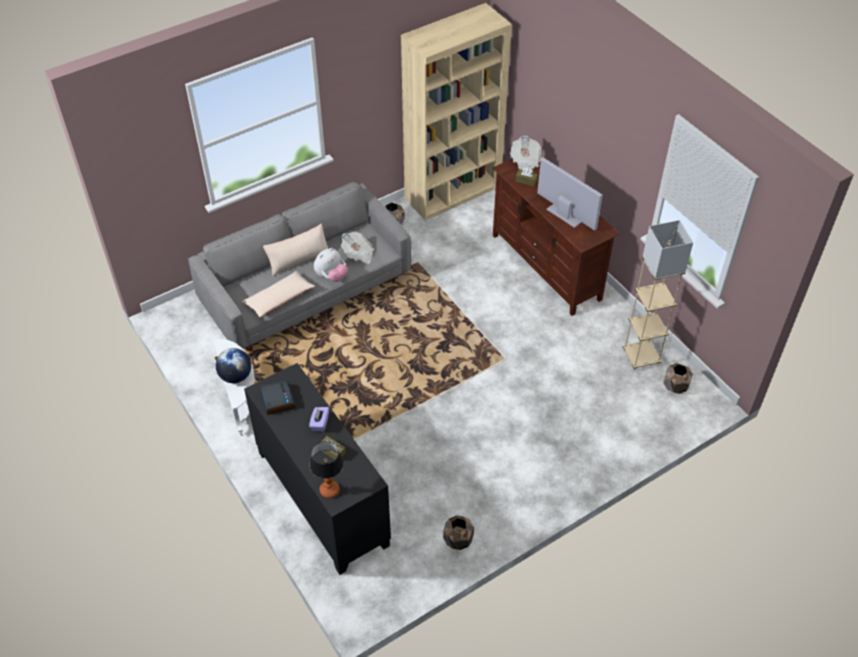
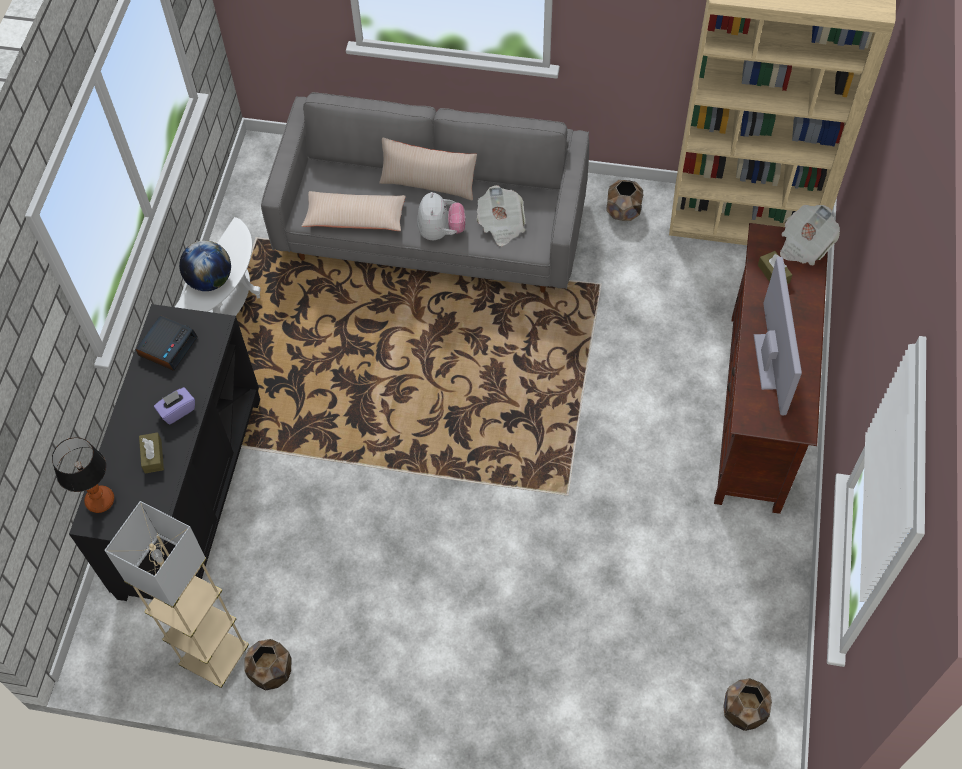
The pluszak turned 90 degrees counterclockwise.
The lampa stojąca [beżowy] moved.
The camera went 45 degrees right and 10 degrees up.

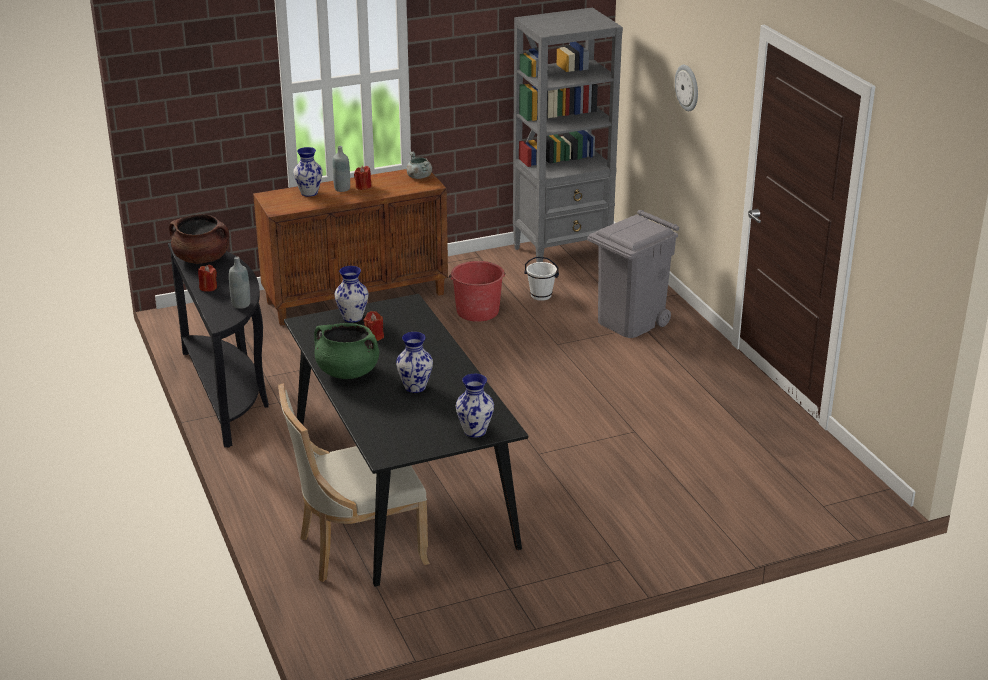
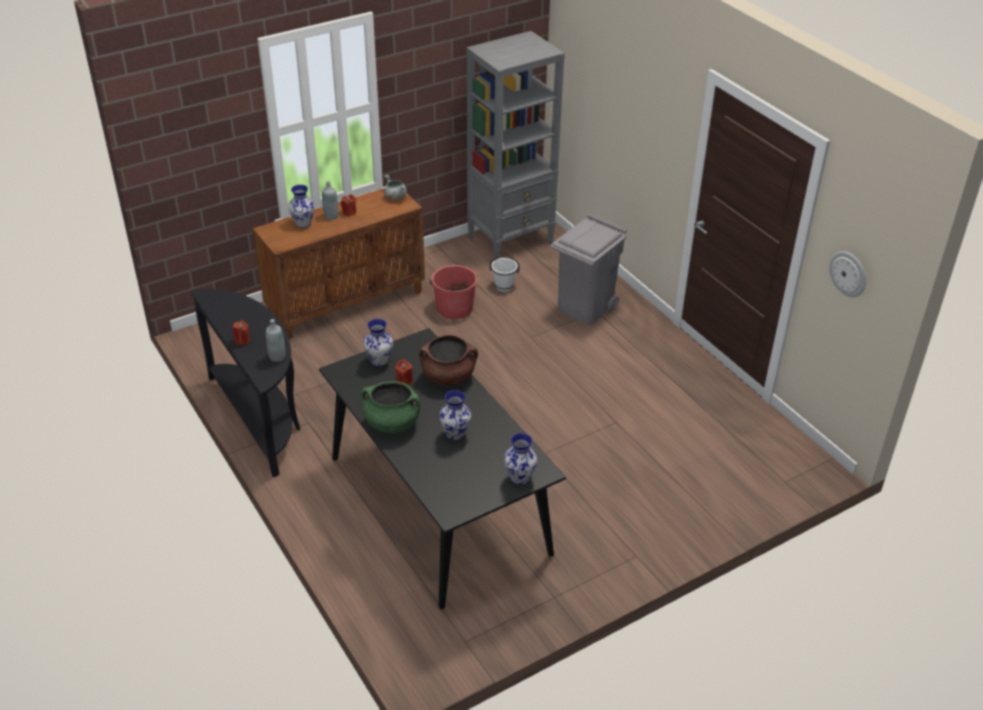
The garnek [brązowy] moved.
The krzesło [beżowy] disappeared.
The zegar ścienny moved.
The camera went 10 degrees left and 10 degrees up.

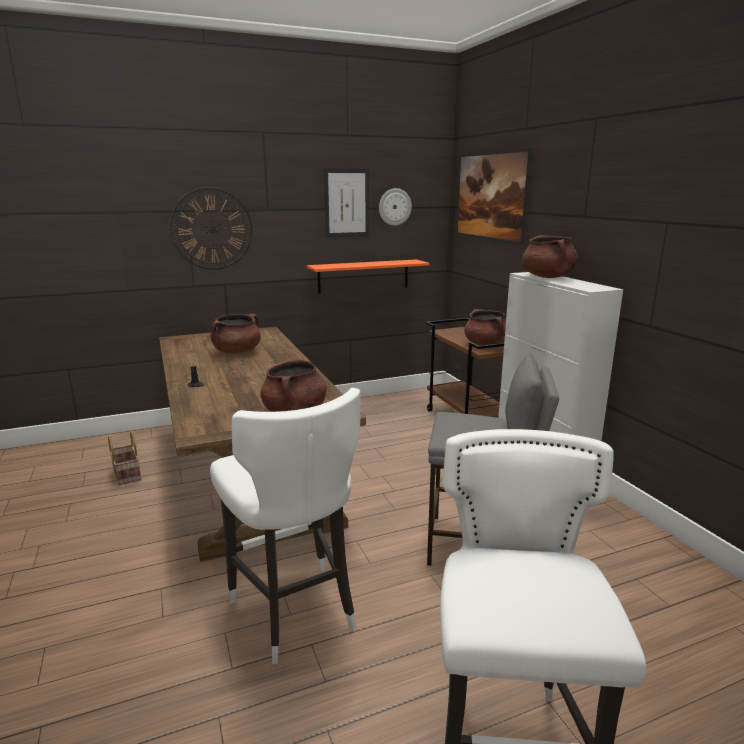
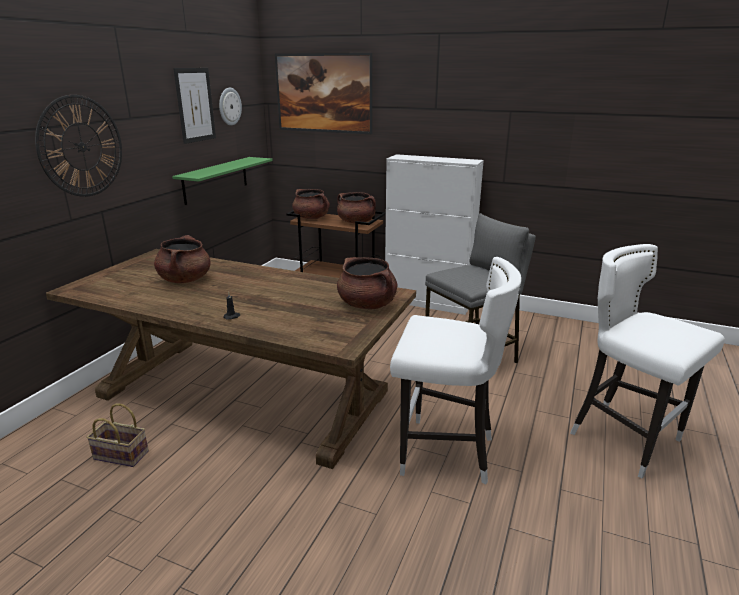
The półka [pomarańczowy] became the półka [zielony].
The garnek [brązowy] (4th from left in the first image) moved.
The camera went 45 degrees left and 5 degrees up.

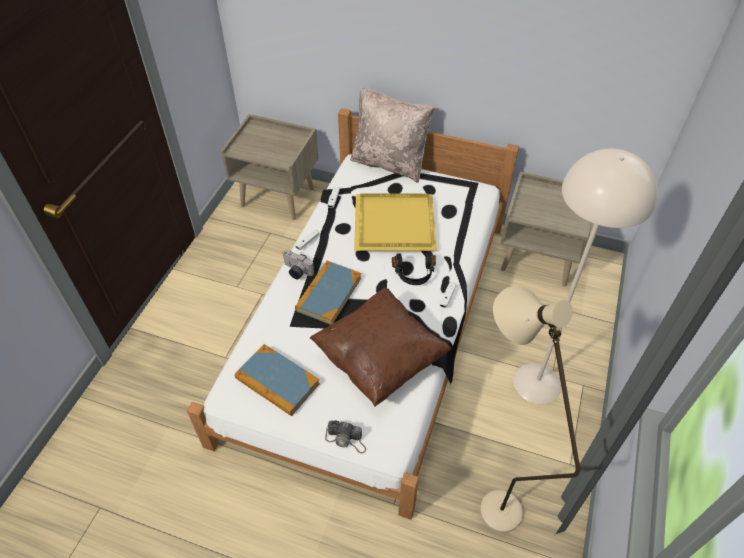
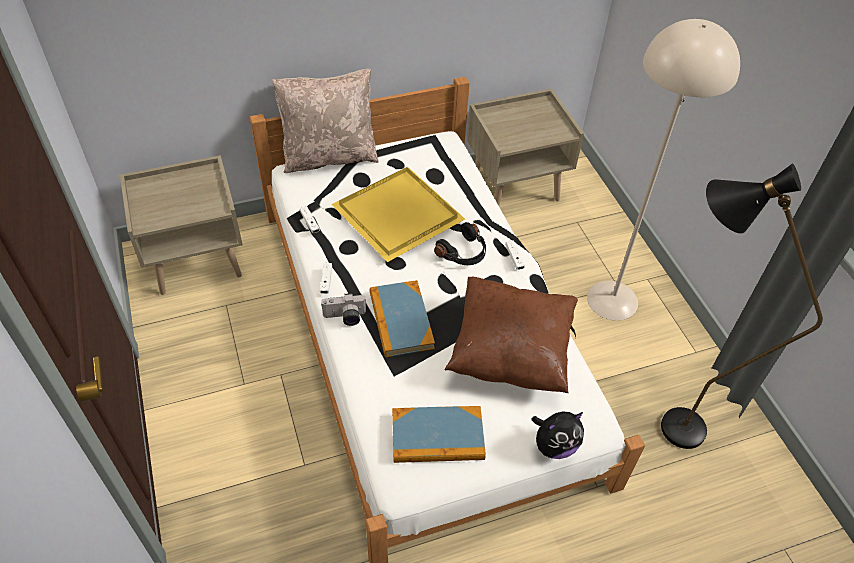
The aparat fotograficzny (2nd from left) was replaced by the pluszak.
The lampa stojąca [beżowy] (1st from left) became the lampa stojąca [czarny].
The camera went 40 degrees left and 0 degrees up.

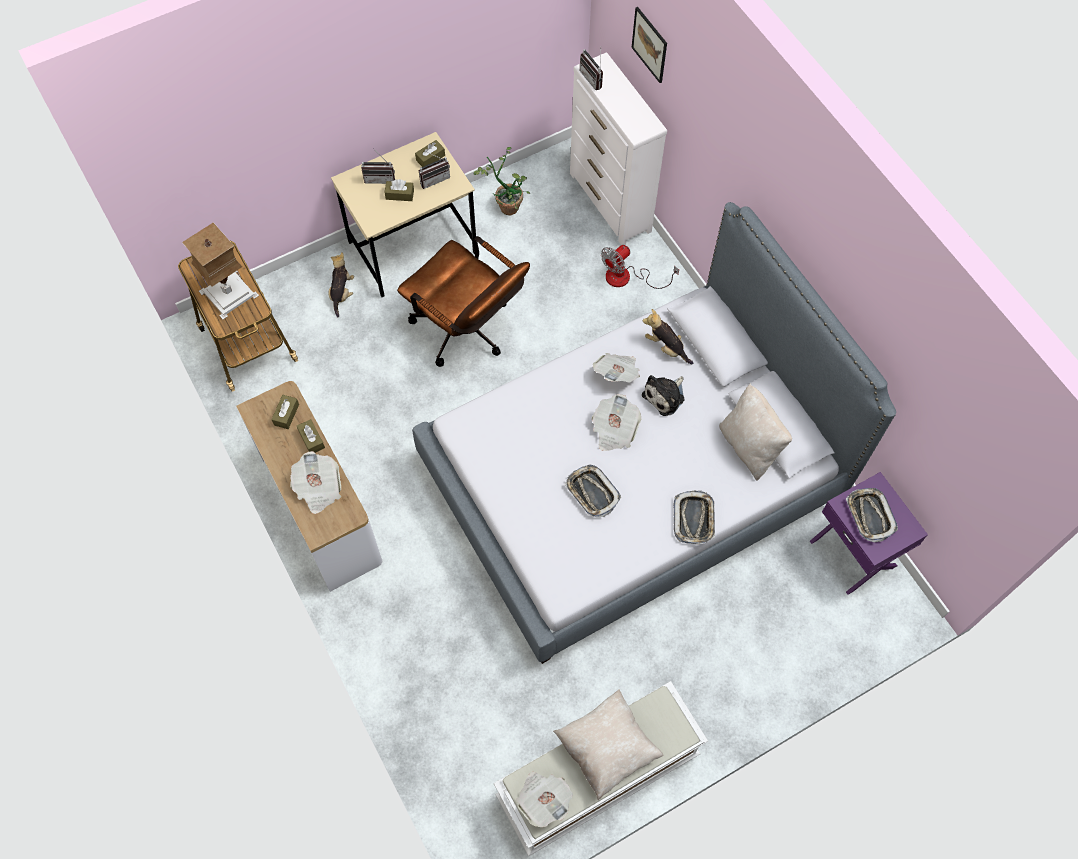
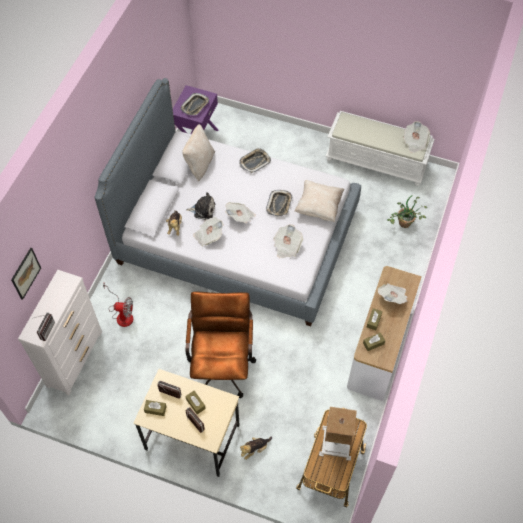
The roślina doniczkowa moved.
The poduszka [beżowy] (1st from left in the first image) moved.
The gazeta (3rd from left) appeared.
The camera went 130 degrees left and 5 degrees down.

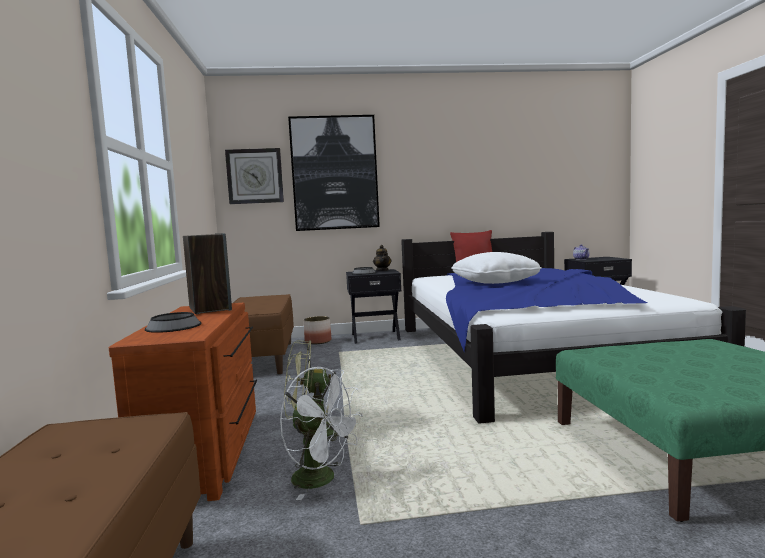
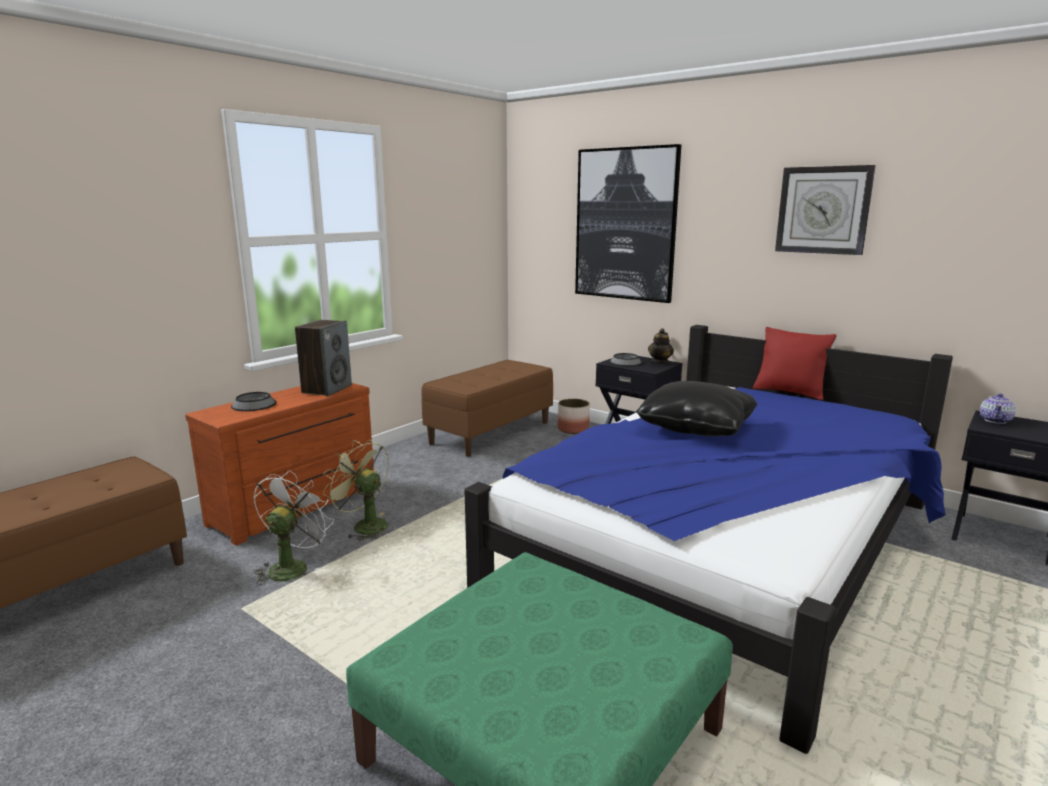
The zegar ścienny moved.
The wentylator [biały] turned 150 degrees counterclockwise.
The poduszka [biały] became the poduszka [czarny].
The camera went 45 degrees right and 10 degrees up.

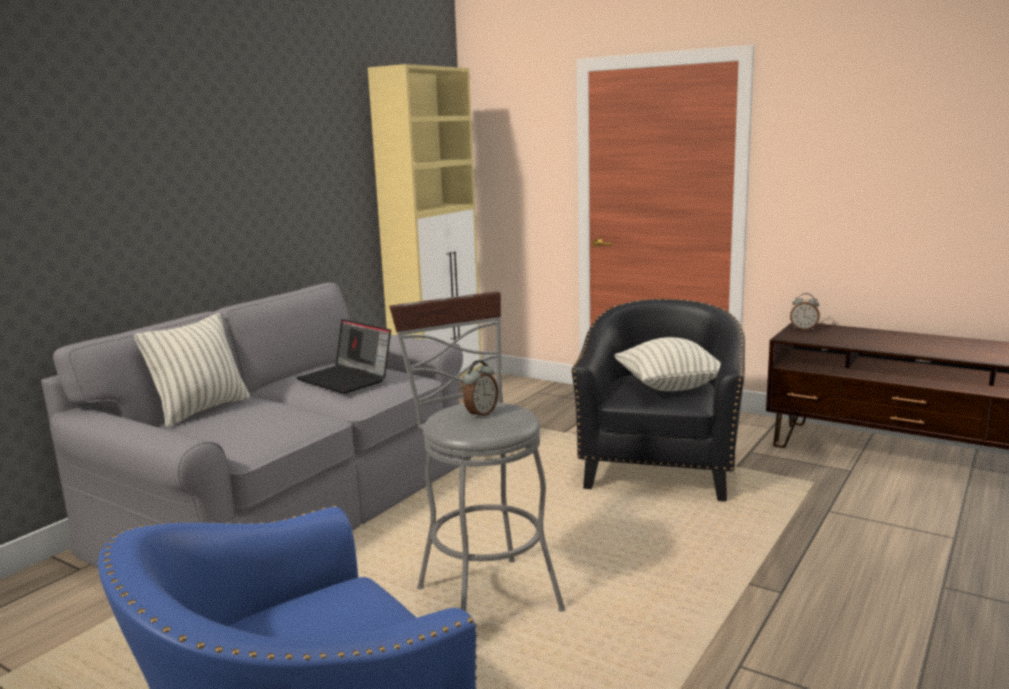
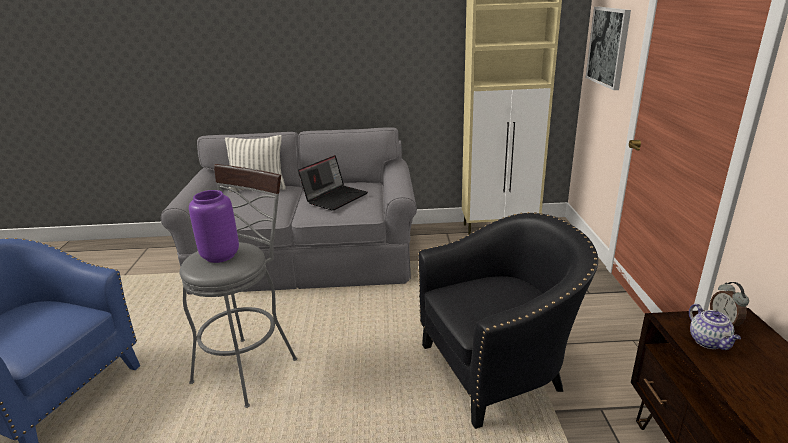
The laptop turned 150 degrees counterclockwise.
The budzik (1st from left) was replaced by the wazon [fioletowy].
The poduszka (2nd from left) disappeared.
The obraz appeared.
The imbryk appeared.
The camera went 55 degrees right and 10 degrees up.

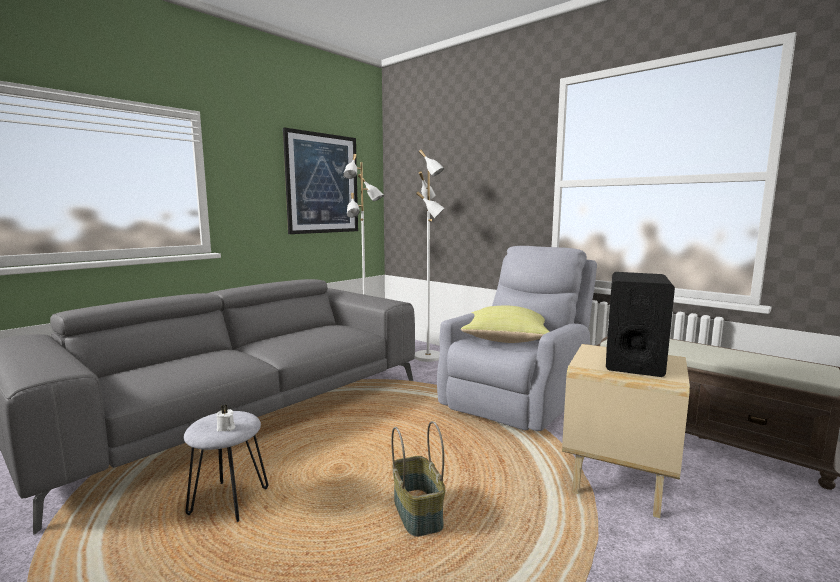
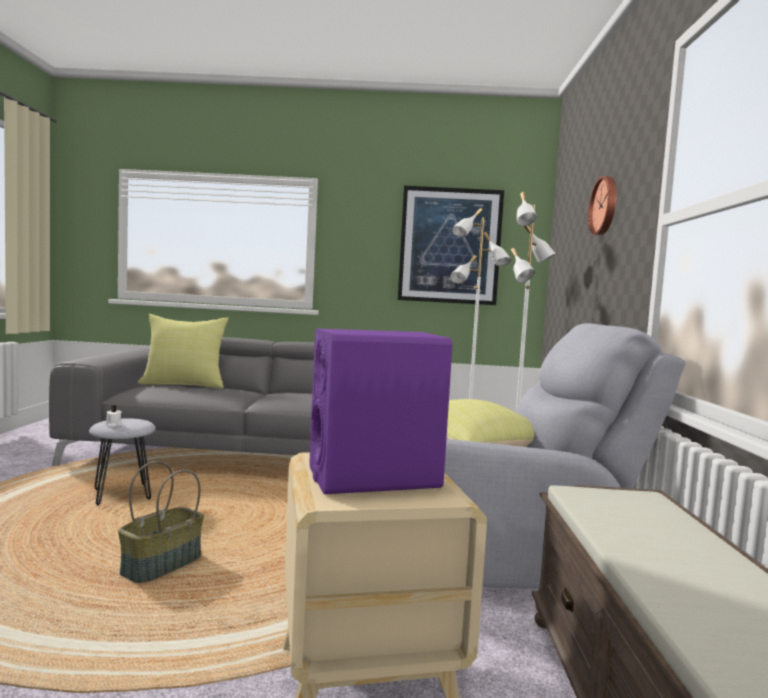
The głośnik [czarny] became the głośnik [fioletowy].
The poduszka [żółty] (1st from left) appeared.
The zegar ścienny appeared.
The camera went 50 degrees right and 5 degrees down.

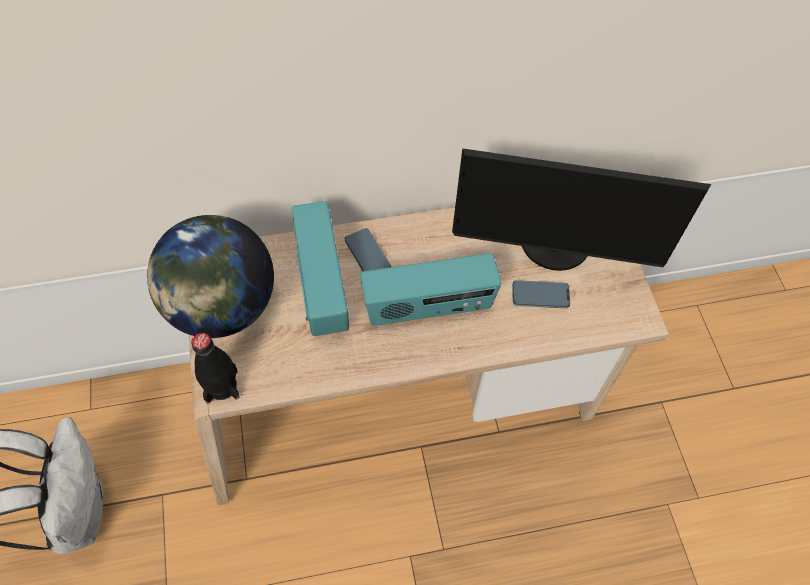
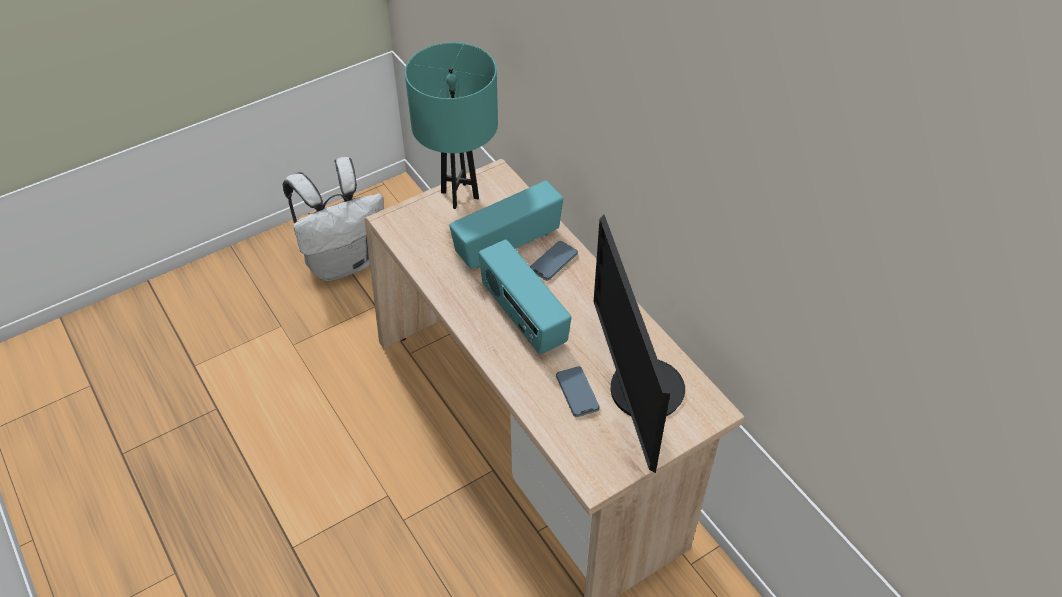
The globus was replaced by the lampa stołowa [turkusowy].
The butelka [czarny] disappeared.
The camera went 70 degrees right and 10 degrees down.

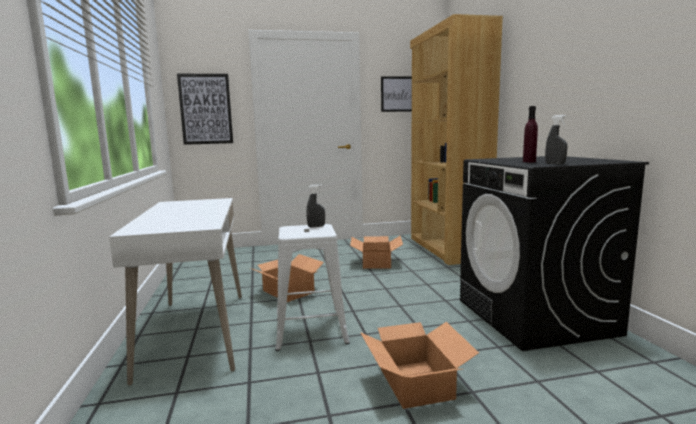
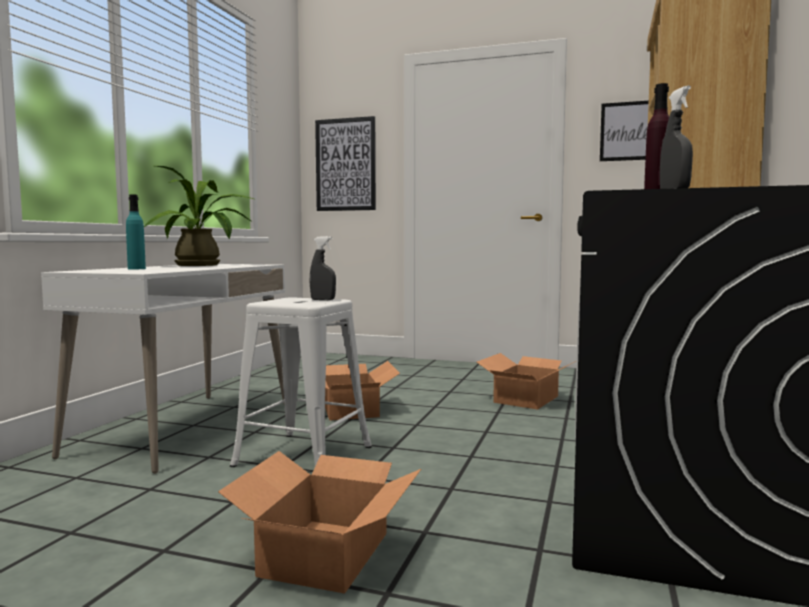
The butelka [turkusowy] appeared.
The roślina doniczkowa appeared.
The camera went 30 degrees right and 5 degrees down.

